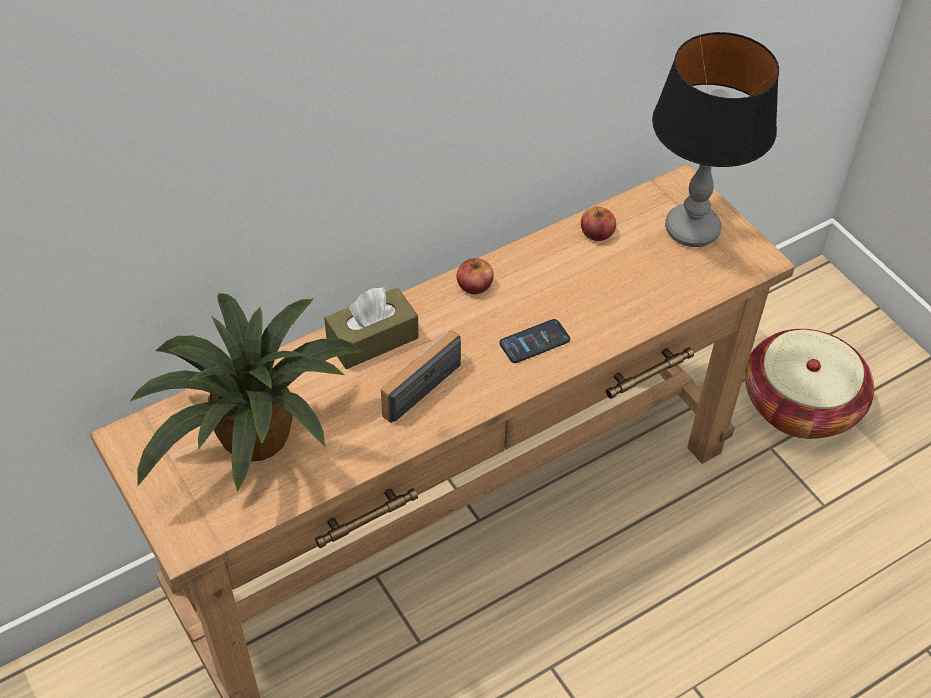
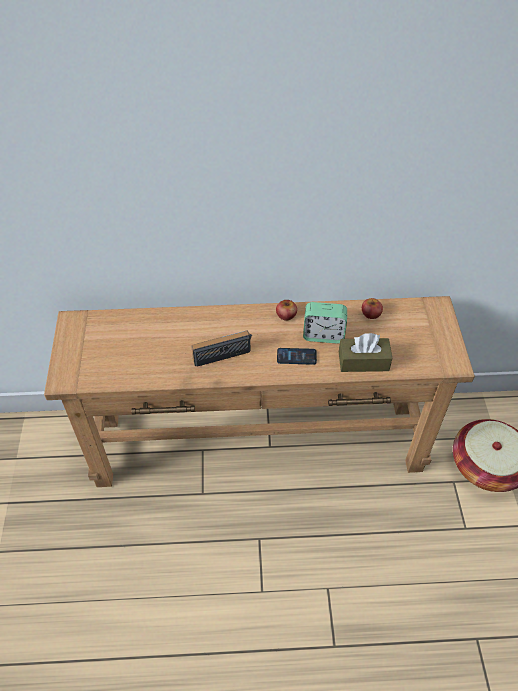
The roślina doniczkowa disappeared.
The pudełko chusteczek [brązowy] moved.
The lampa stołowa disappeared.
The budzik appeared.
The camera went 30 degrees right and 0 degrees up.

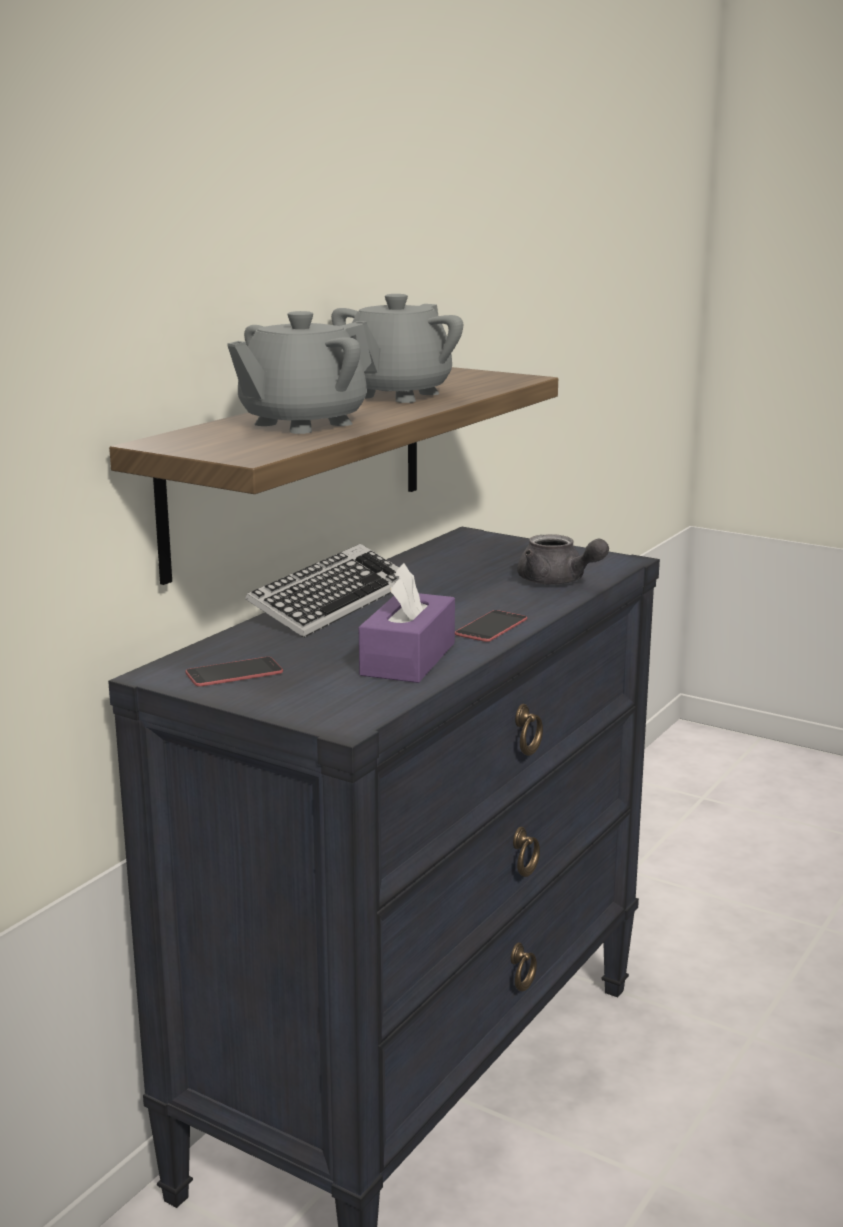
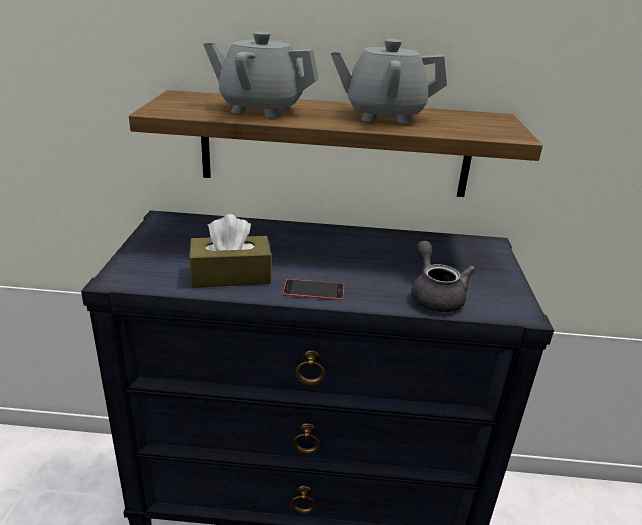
The telefon (1st from left) disappeared.
The klawiatura disappeared.
The pudełko chusteczek [fioletowy] became the pudełko chusteczek [brązowy].
The imbryk [szary] (3rd from left) turned 150 degrees clockwise.
The camera went 60 degrees right and 10 degrees up.

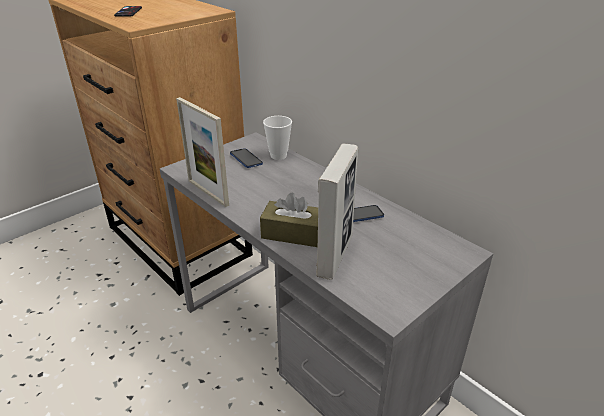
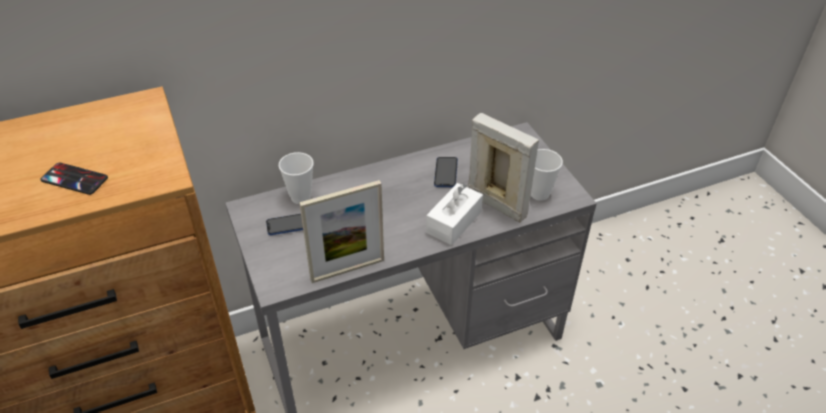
The pudełko chusteczek [brązowy] became the pudełko chusteczek [biały].
The filiżanka (2nd from left) appeared.
The camera went 70 degrees left and 10 degrees up.

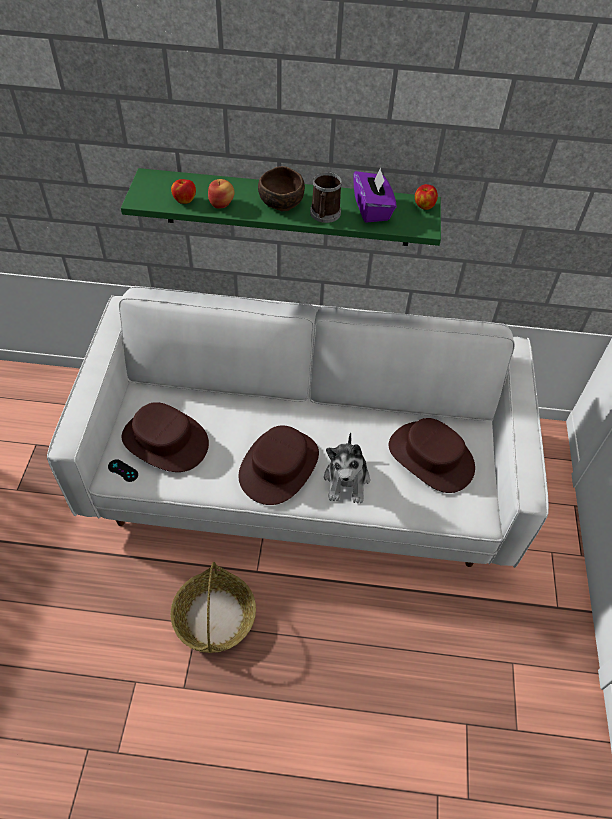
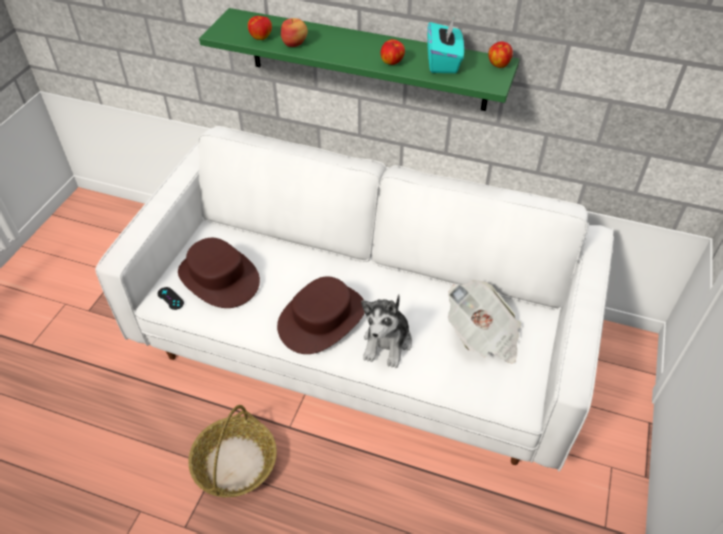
The miska [brązowy] disappeared.
The kubek was replaced by the jabłko (3rd from left).
The pudełko chusteczek [fioletowy] became the pudełko chusteczek [turkusowy].
The kapelusz [brązowy] (3rd from left) was replaced by the gazeta.
The camera went 15 degrees right and 5 degrees down.

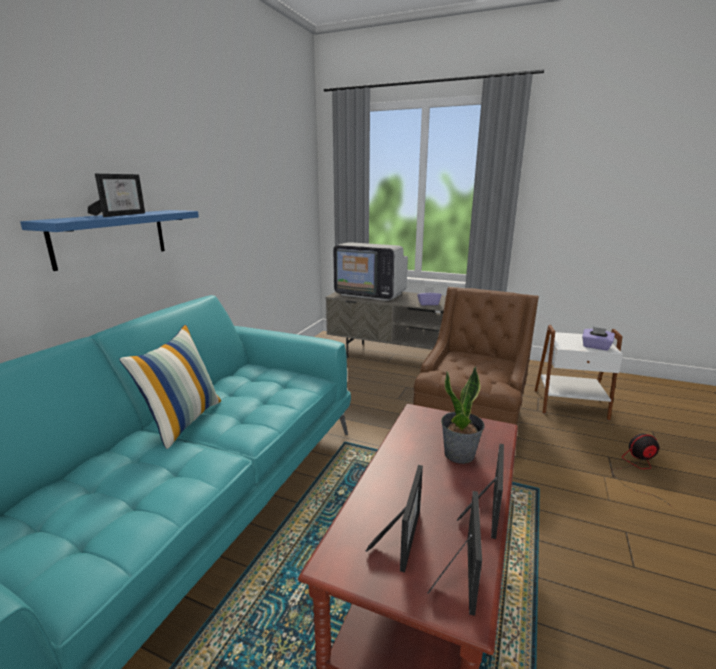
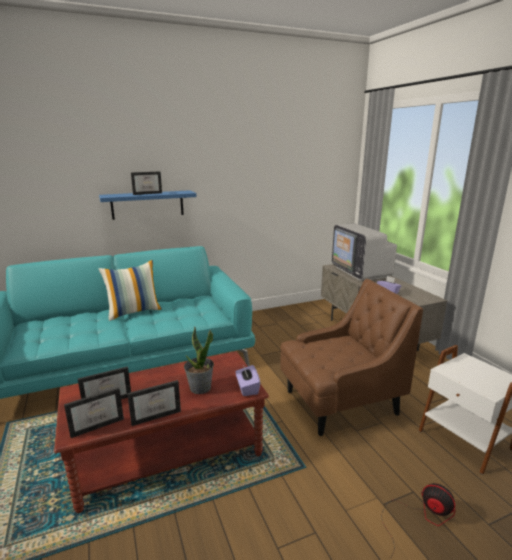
The pudełko chusteczek [fioletowy] (2nd from left in the first image) moved.
The camera went 45 degrees right and 0 degrees up.

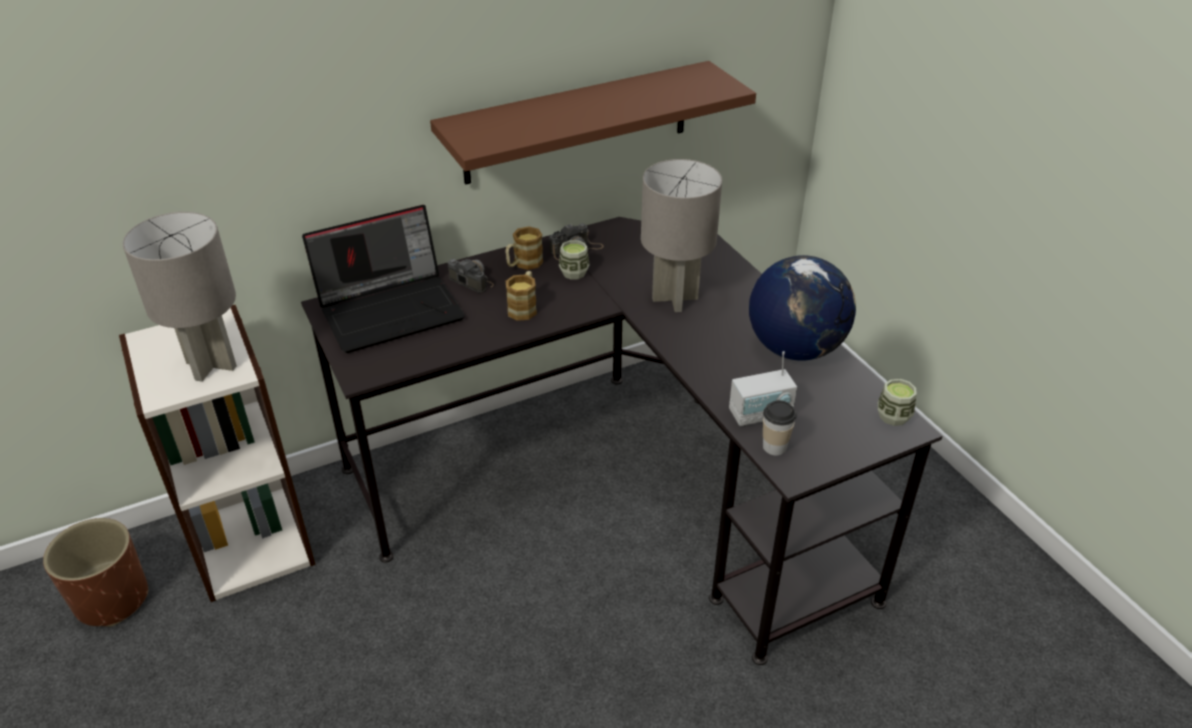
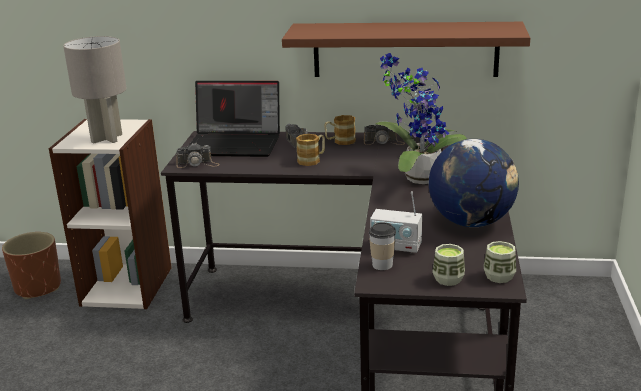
The filiżanka (1st from left in the first image) moved.
The lampa stołowa [szary] (2nd from left) was replaced by the roślina doniczkowa.
The aparat fotograficzny (1st from left) appeared.
The camera went 35 degrees right and 15 degrees down.

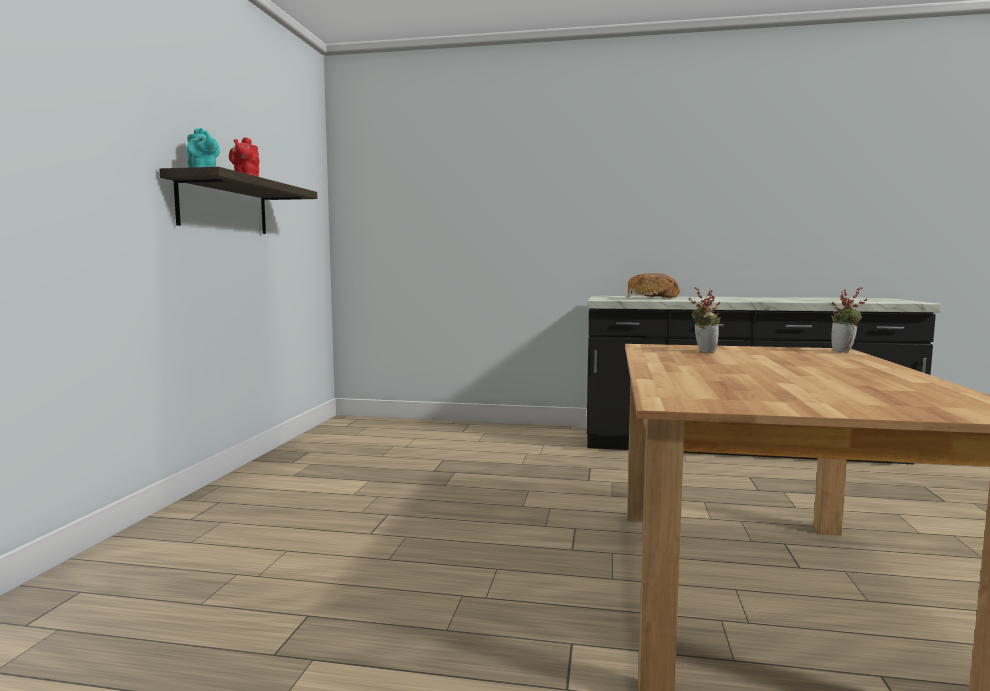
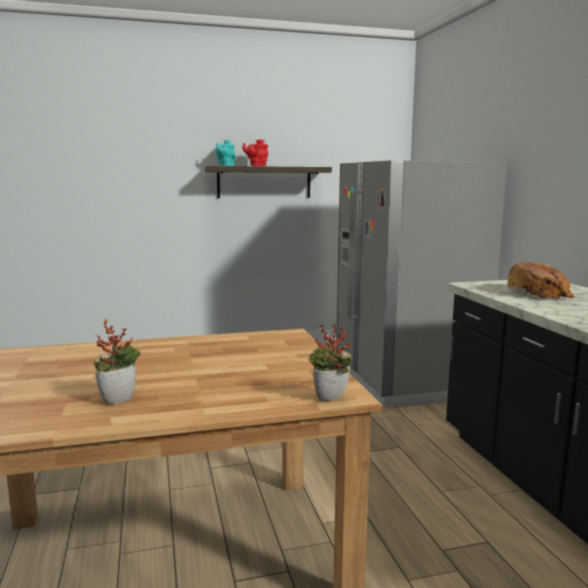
The roślina doniczkowa (1st from left) moved.
The lodówka [szary] appeared.
The camera went 65 degrees right and 5 degrees up.

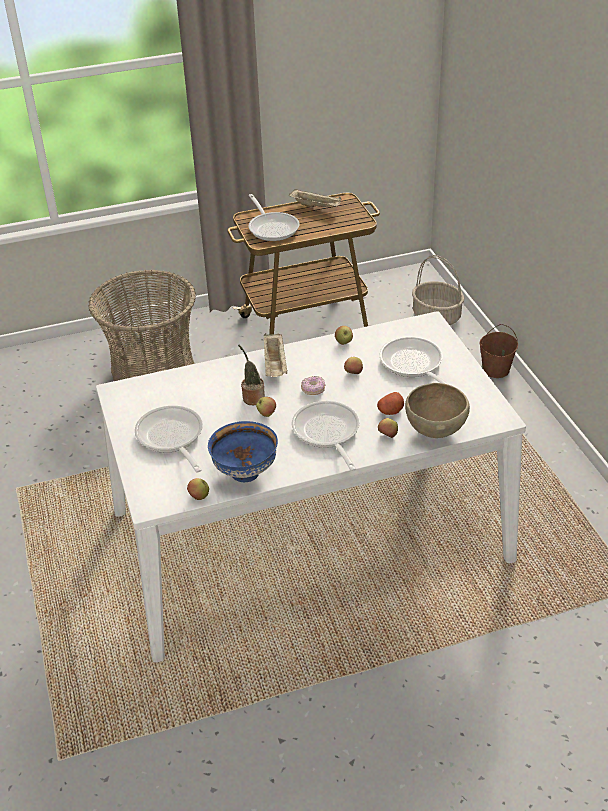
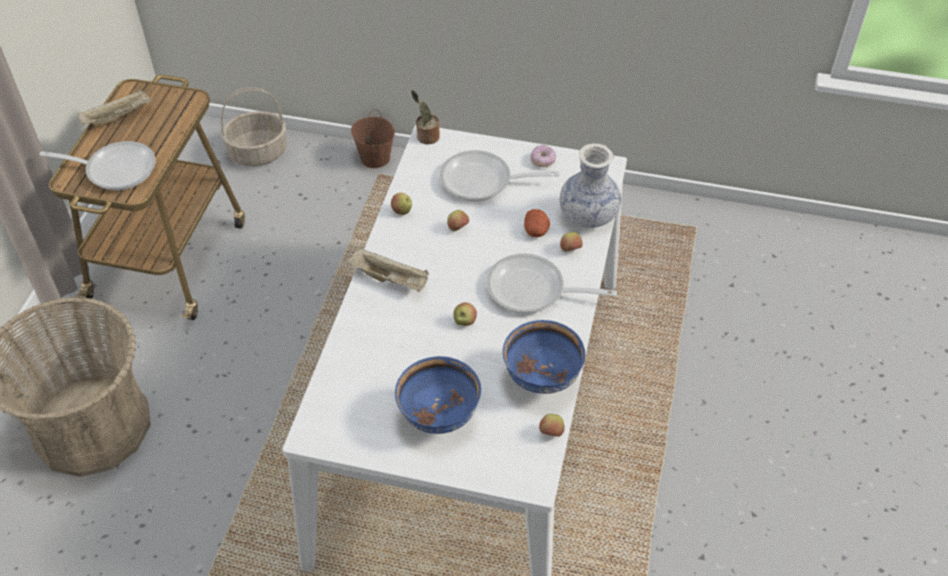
The patelnia (1st from left) was replaced by the miska [niebieski] (1st from left).
The roślina doniczkowa moved.
The donut moved.
The miska [brązowy] was replaced by the wazon.
The camera went 60 degrees left and 10 degrees up.

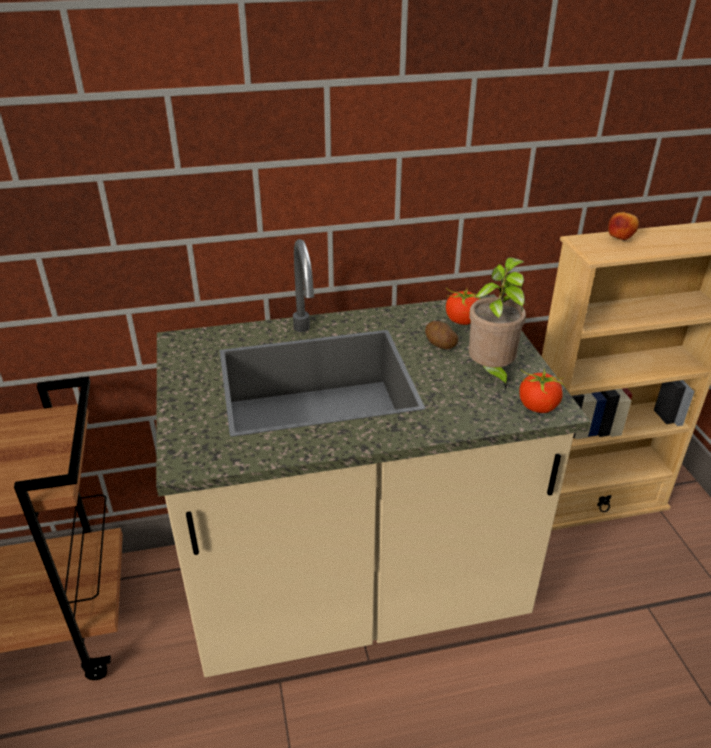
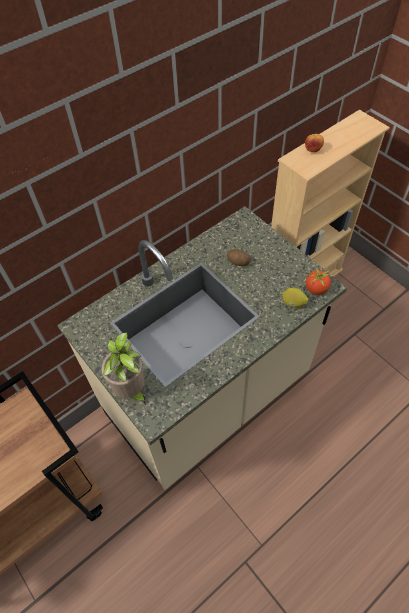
The pomidor (1st from left) disappeared.
The roślina doniczkowa moved.
The cytryna appeared.
The camera went 25 degrees left and 20 degrees up.

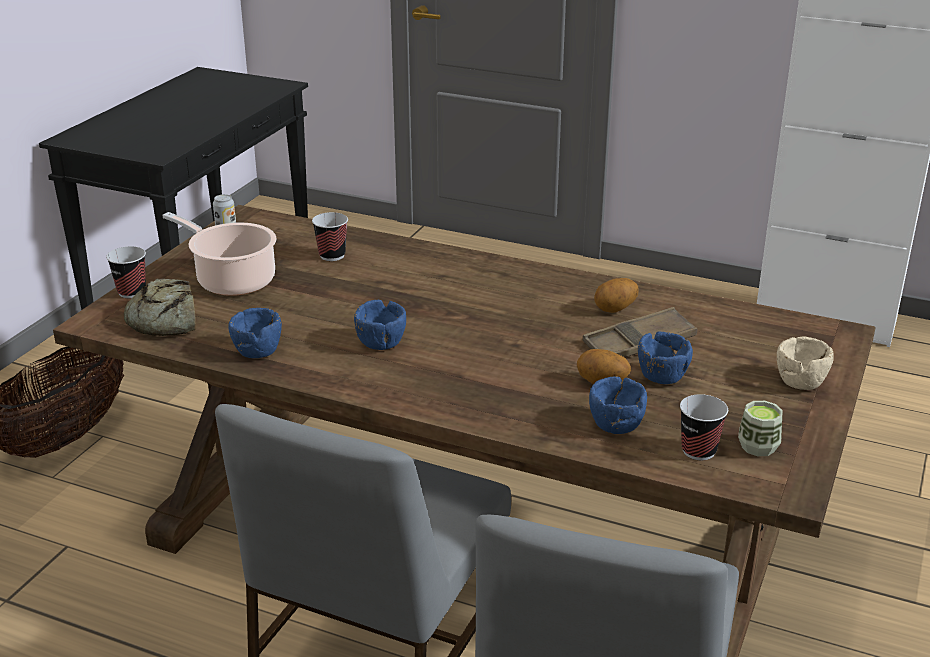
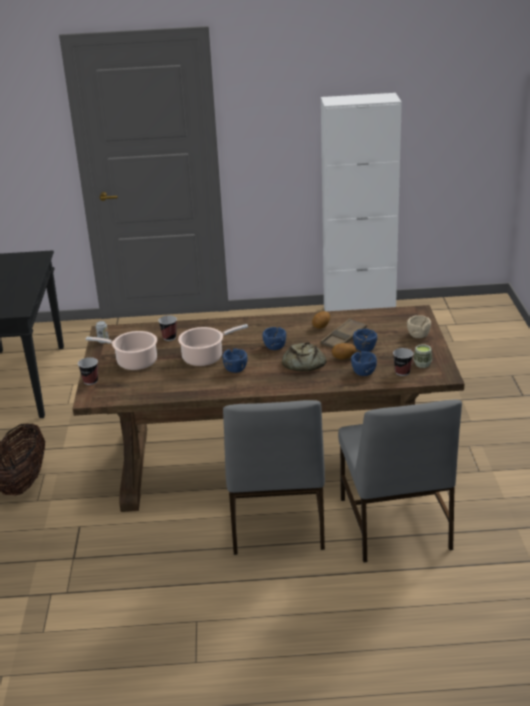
The chleb moved.
The miska [niebieski] (1st from left in the first image) moved.
The garnek (2nd from left) appeared.
The camera went 25 degrees left and 0 degrees up.

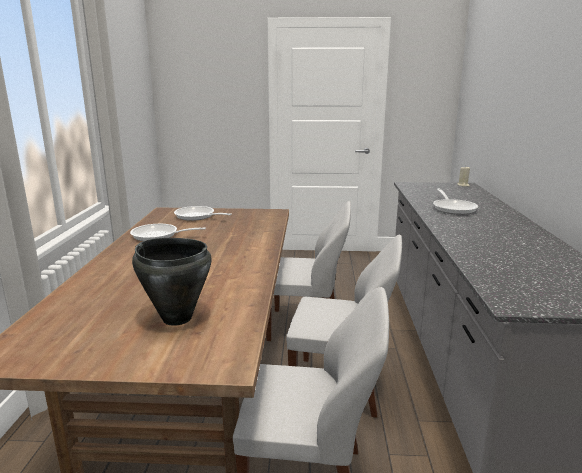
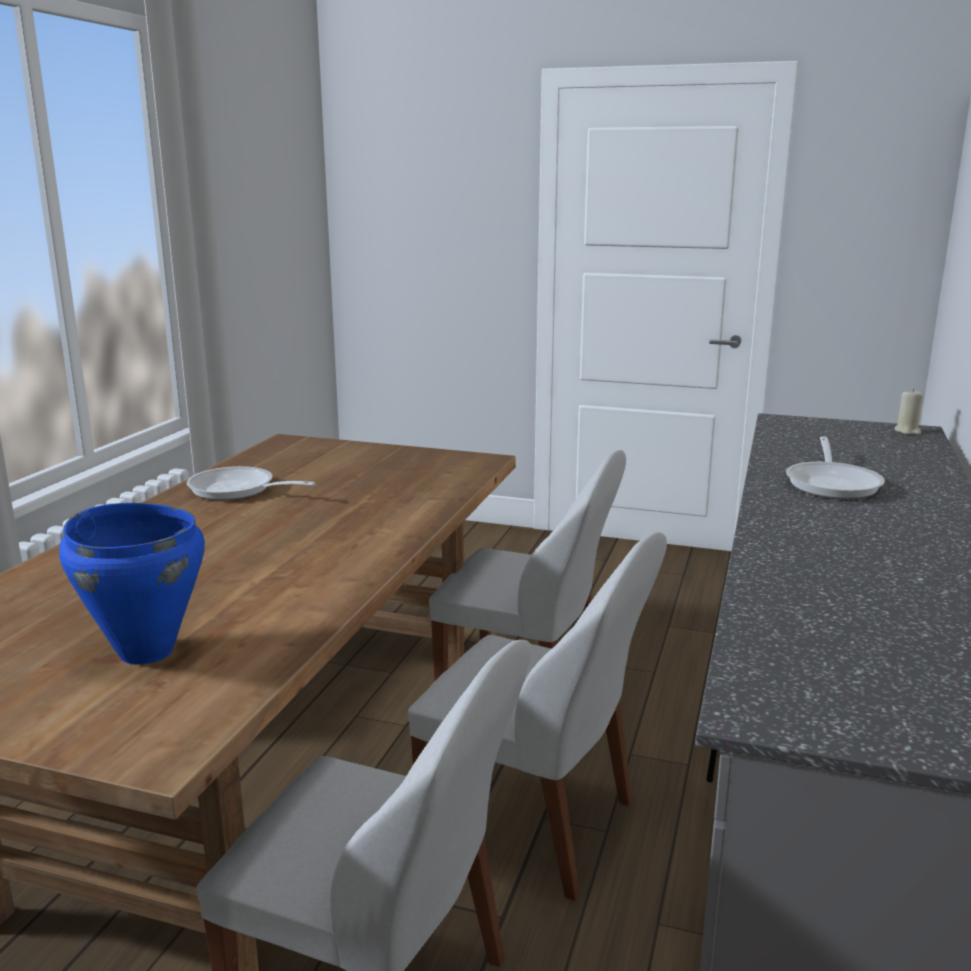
The garnek [czarny] became the garnek [niebieski].
The patelnia (2nd from left) disappeared.
The camera went 15 degrees right and 0 degrees up.

